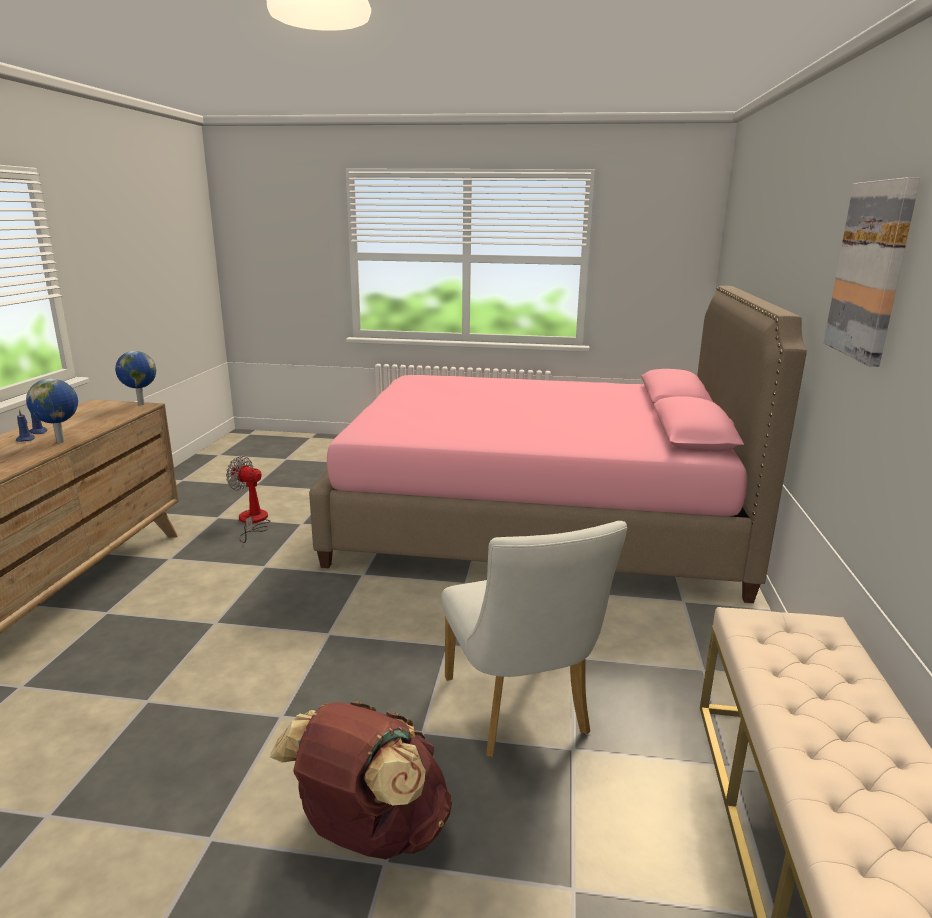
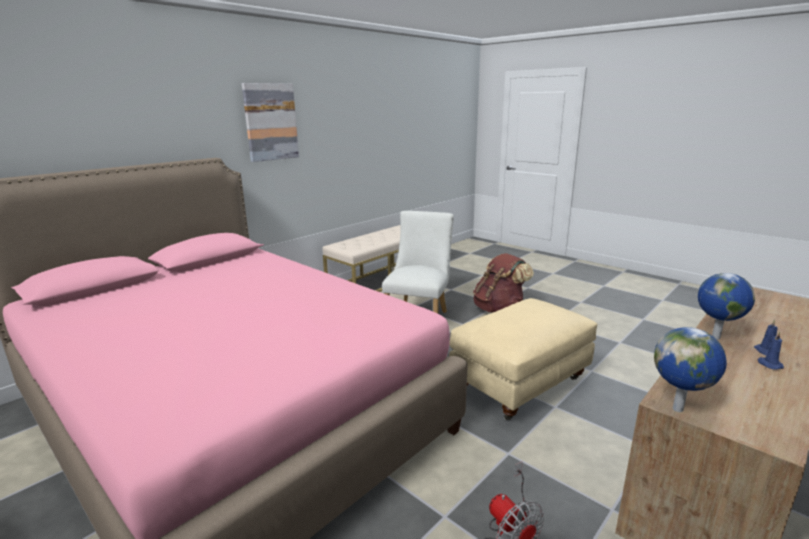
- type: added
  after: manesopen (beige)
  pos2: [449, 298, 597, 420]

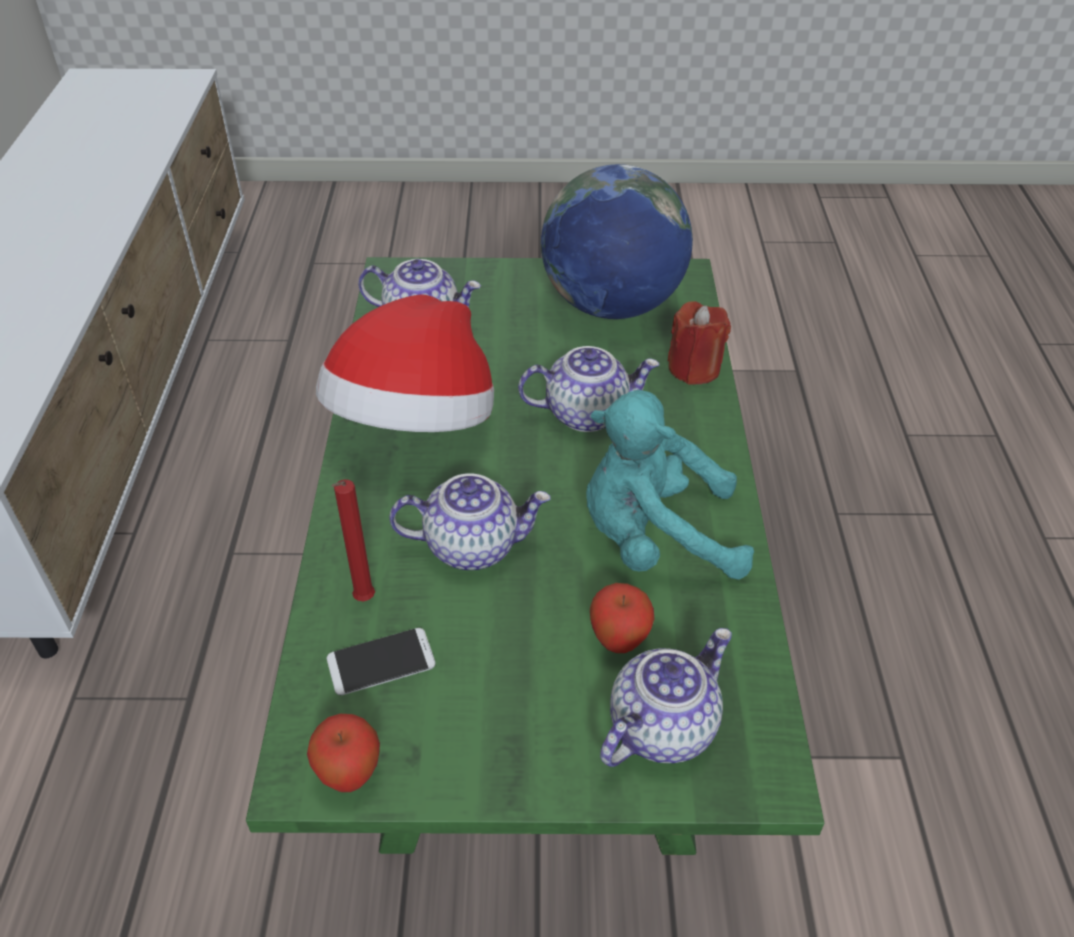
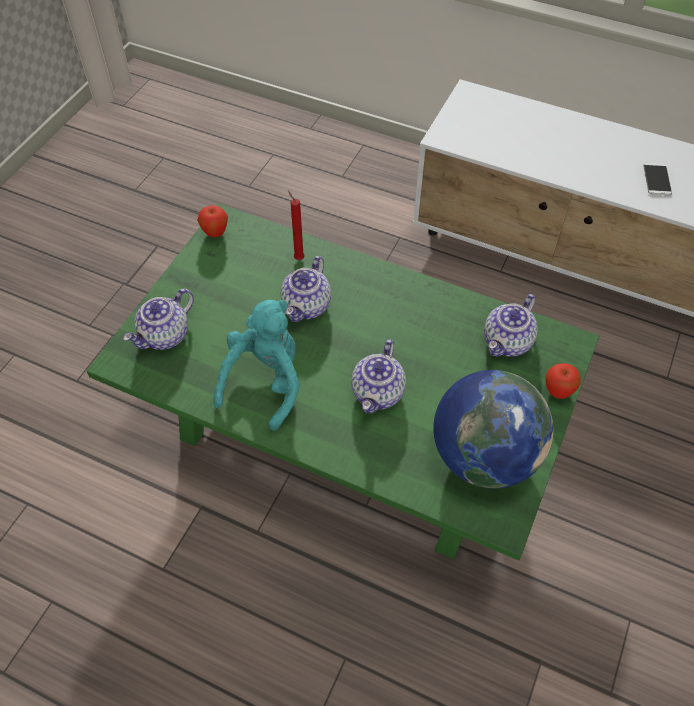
- type: removed
  before: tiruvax
  pos1: [316, 295, 494, 432]
- type: moved
  before: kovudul
  pos1: [327, 628, 436, 695]
  pos2: [643, 163, 672, 195]
- type: moved
  before: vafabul
  pos1: [590, 583, 654, 653]
  pos2: [546, 363, 581, 399]
- type: turned
  before: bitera
  pos1: [600, 628, 732, 767]
  pos2: [123, 289, 194, 350]
  turn: 60
- type: removed
  before: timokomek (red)
  pos1: [668, 301, 731, 385]

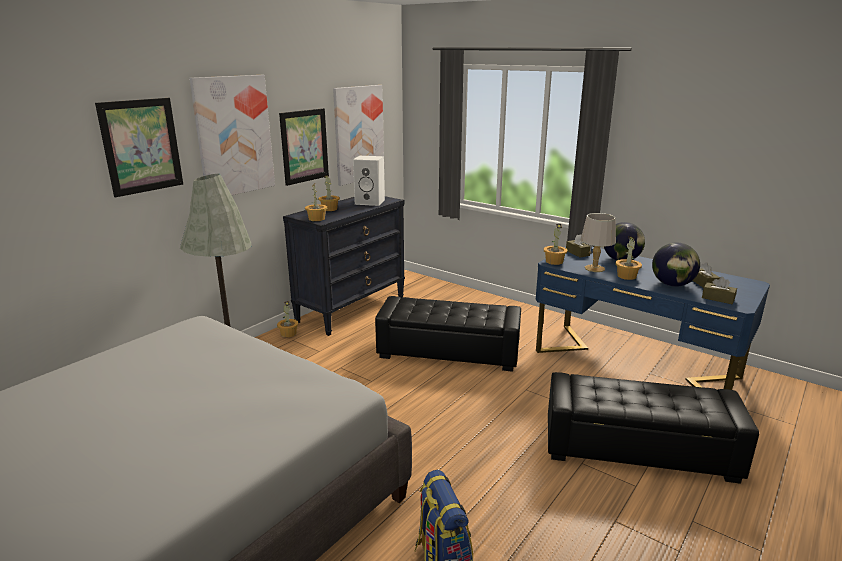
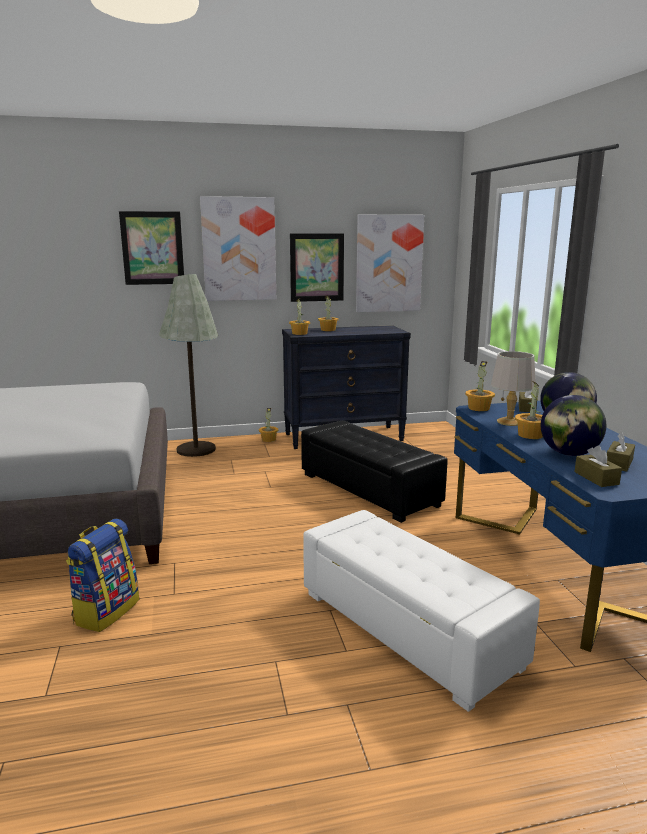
- type: removed
  before: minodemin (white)
  pos1: [353, 156, 385, 206]
- type: recoloured
  before: manesopen (black)
  after: manesopen (white)
  pos1: [548, 372, 759, 484]
  pos2: [303, 510, 540, 712]

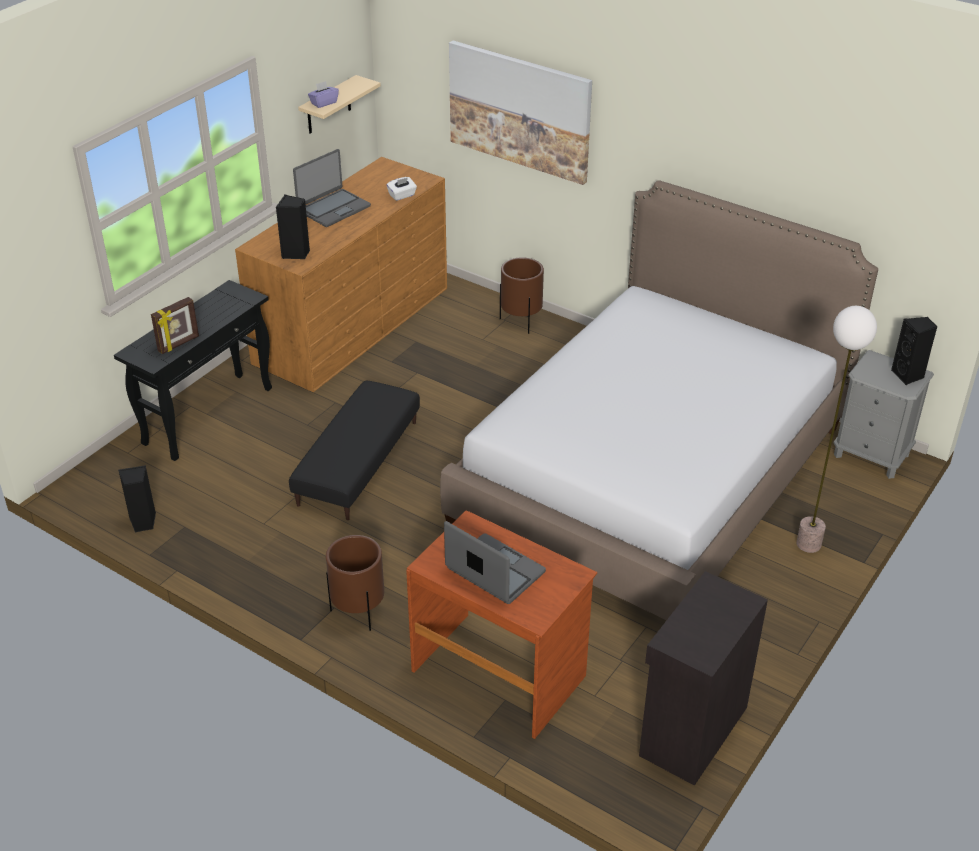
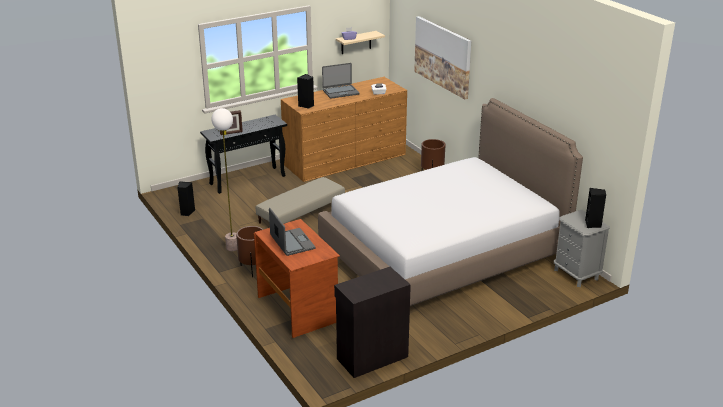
- type: recoloured
  before: manesopen (black)
  after: manesopen (beige)
  pos1: [289, 381, 420, 520]
  pos2: [256, 177, 345, 224]
- type: moved
  before: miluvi
  pos1: [796, 306, 877, 553]
  pos2: [212, 108, 237, 251]

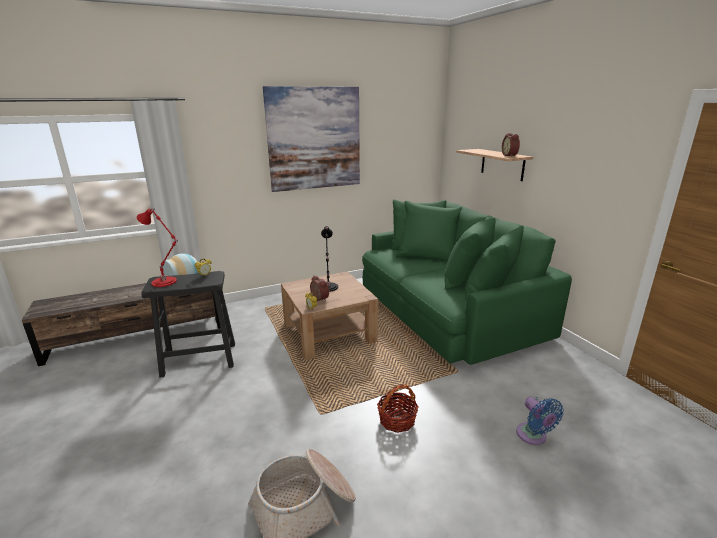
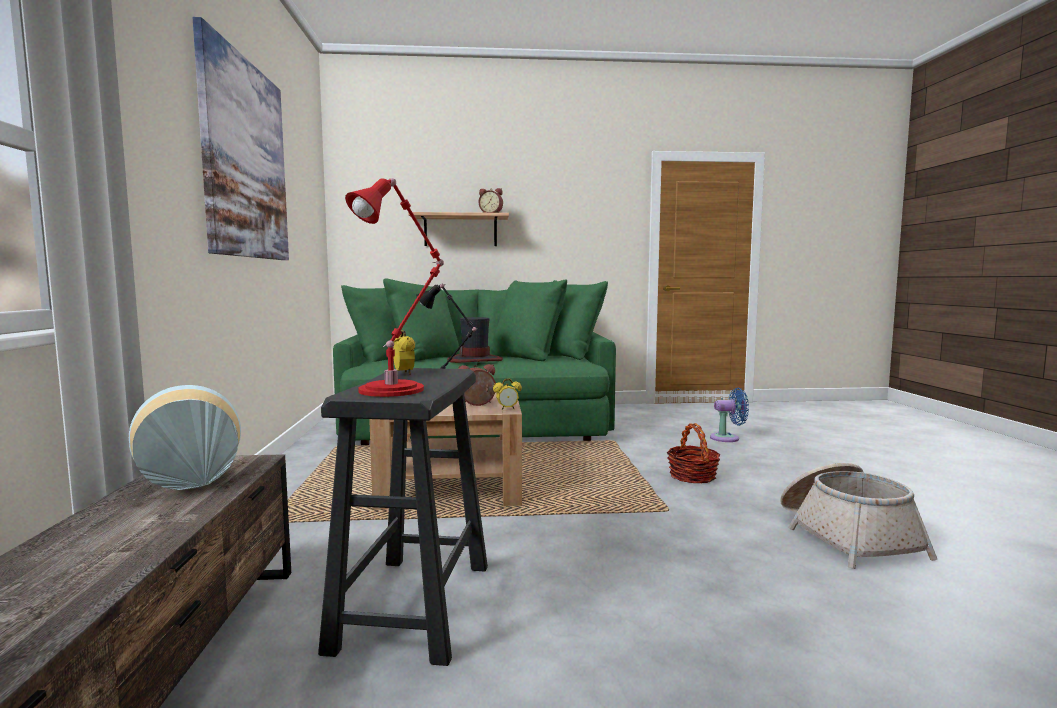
- type: added
  after: tiruvax
  pos2: [447, 317, 503, 363]

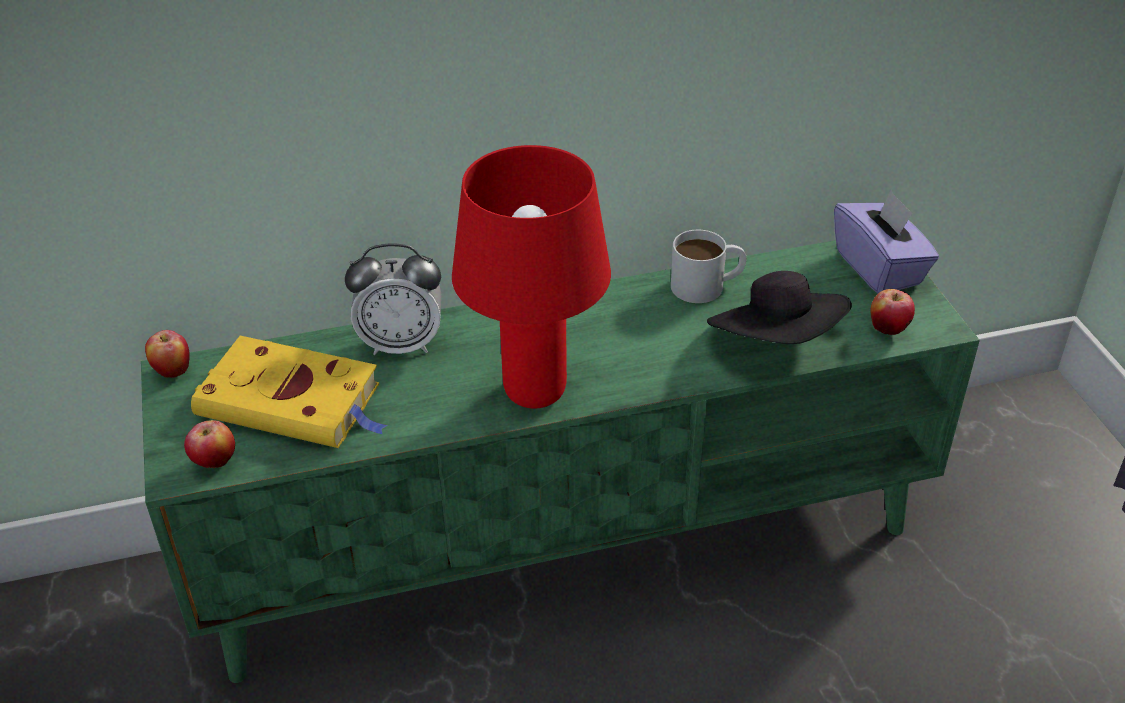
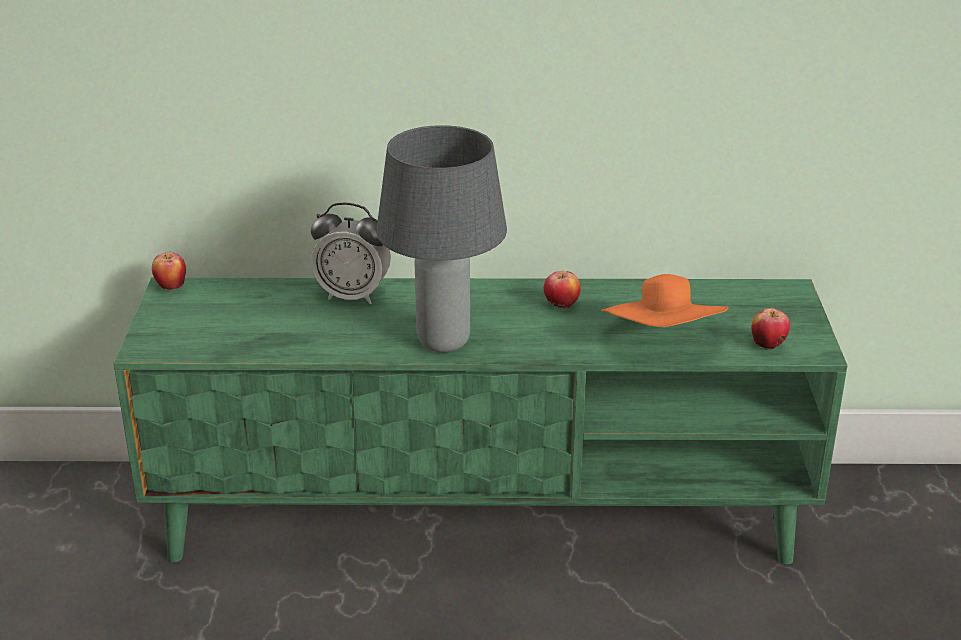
- type: moved
  before: vafabul
  pos1: [184, 420, 235, 468]
  pos2: [543, 271, 581, 308]
- type: removed
  before: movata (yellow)
  pos1: [191, 336, 388, 448]
- type: recoloured
  before: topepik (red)
  after: topepik (grey)
  pos1: [452, 145, 611, 409]
  pos2: [376, 125, 507, 352]
- type: removed
  before: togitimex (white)
  pos1: [671, 230, 746, 303]
- type: recoloured
  before: tiruvax (black)
  after: tiruvax (orange)
  pos1: [707, 271, 852, 344]
  pos2: [602, 274, 728, 327]
- type: removed
  before: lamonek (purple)
  pos1: [834, 190, 939, 294]

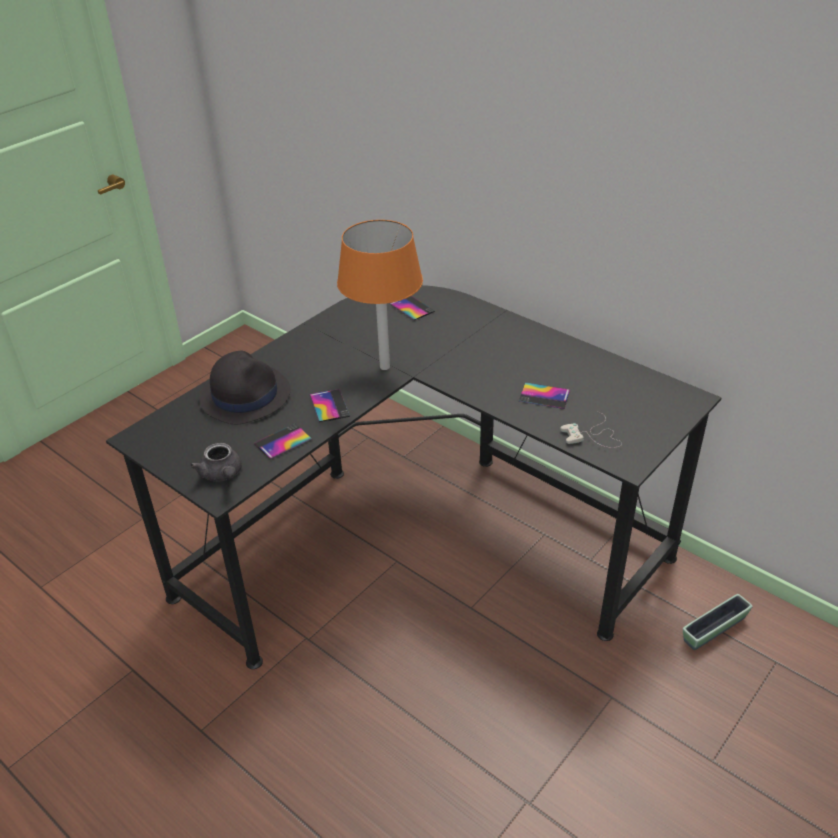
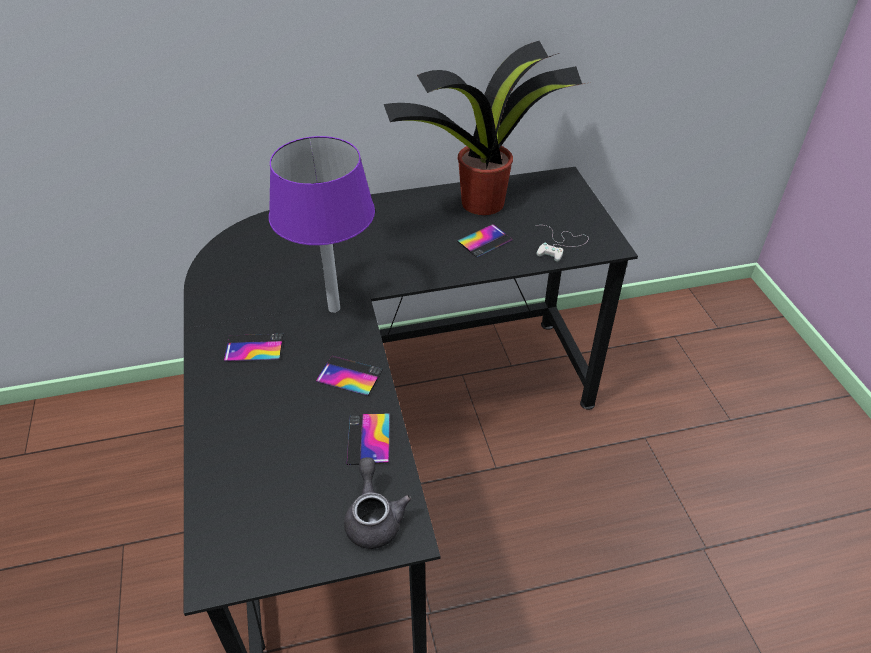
- type: turned
  before: bitera (grey)
  pos1: [190, 443, 242, 482]
  pos2: [344, 457, 411, 549]
  turn: -105
- type: removed
  before: tiruvax (black)
  pos1: [199, 351, 291, 425]
- type: recoloured
  before: topepik (orange)
  after: topepik (purple)
  pos1: [337, 220, 423, 370]
  pos2: [269, 136, 375, 313]
- type: moved
  before: kovudul
  pos1: [389, 296, 435, 320]
  pos2: [224, 334, 283, 361]
- type: removed
  before: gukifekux
  pos1: [683, 594, 753, 650]
- type: added
  after: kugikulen
  pos2: [384, 41, 591, 215]

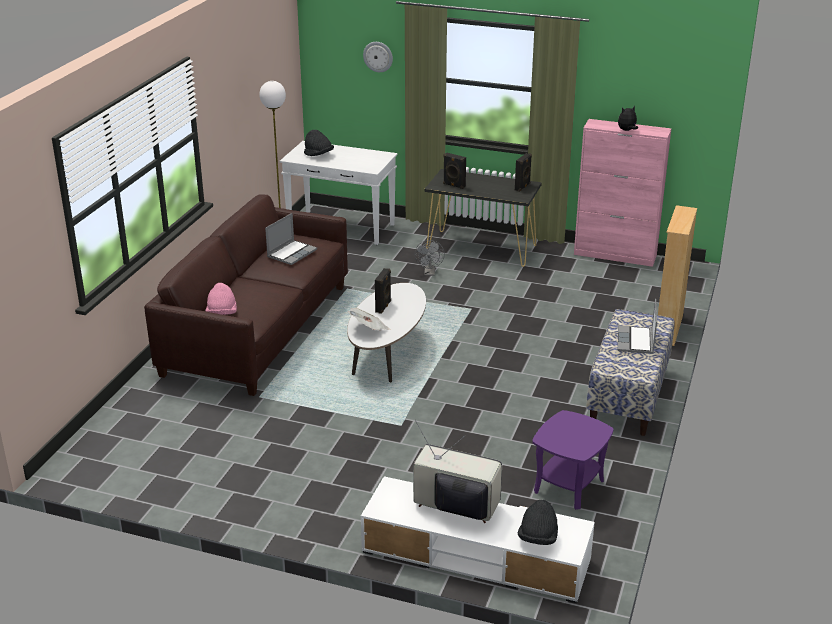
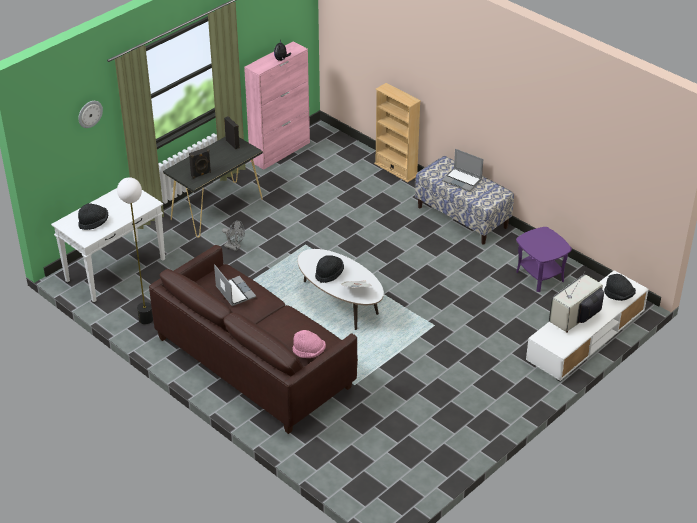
- type: replaced
  before: minodemin (black)
  after: tiruvax (black)
  pos1: [375, 268, 391, 314]
  pos2: [315, 255, 344, 283]

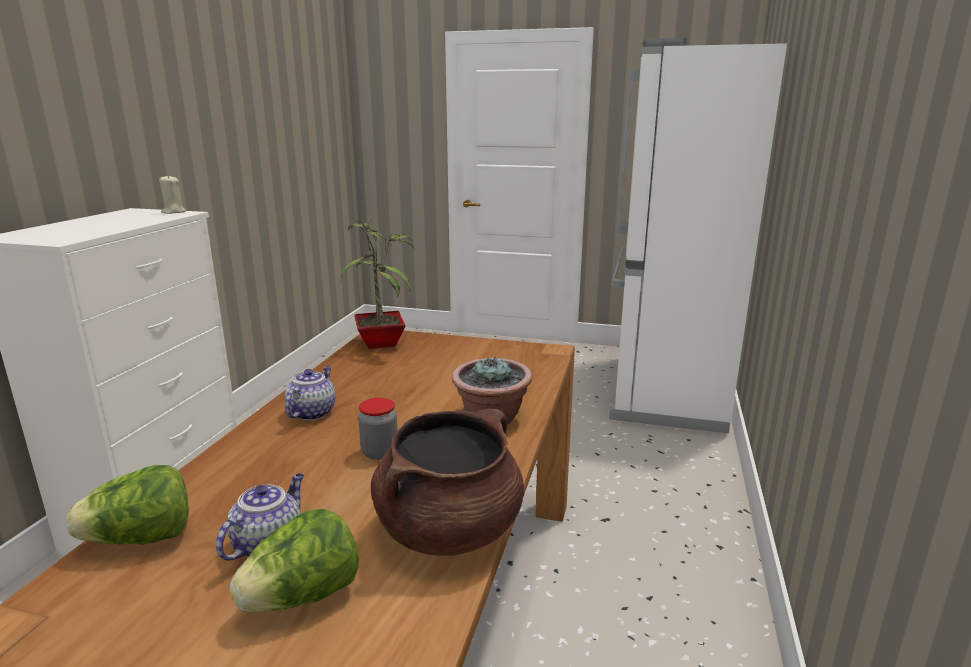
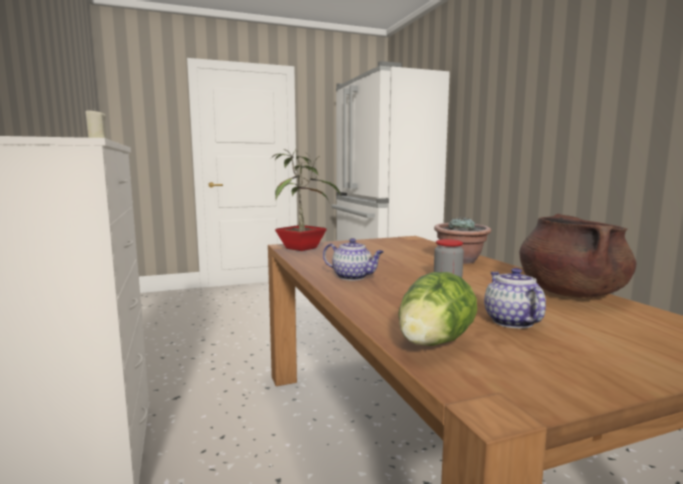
- type: removed
  before: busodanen
  pos1: [229, 509, 359, 612]
- type: turned
  before: bitera
  pos1: [285, 366, 335, 421]
  pos2: [323, 238, 384, 280]
  turn: 135

